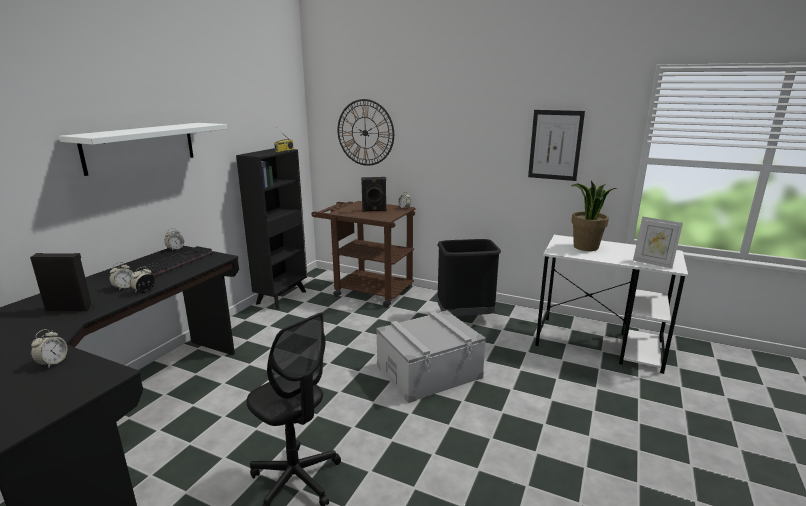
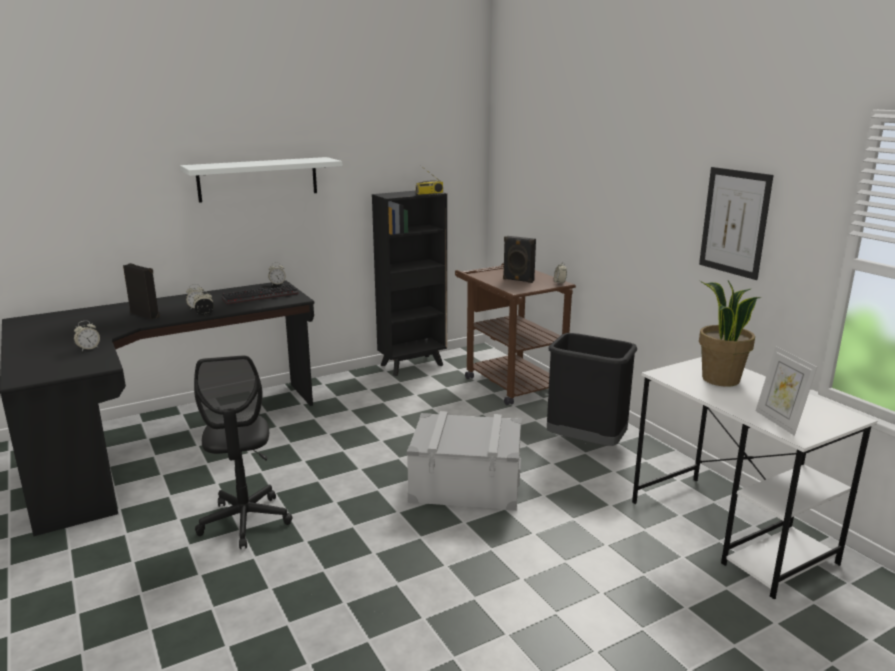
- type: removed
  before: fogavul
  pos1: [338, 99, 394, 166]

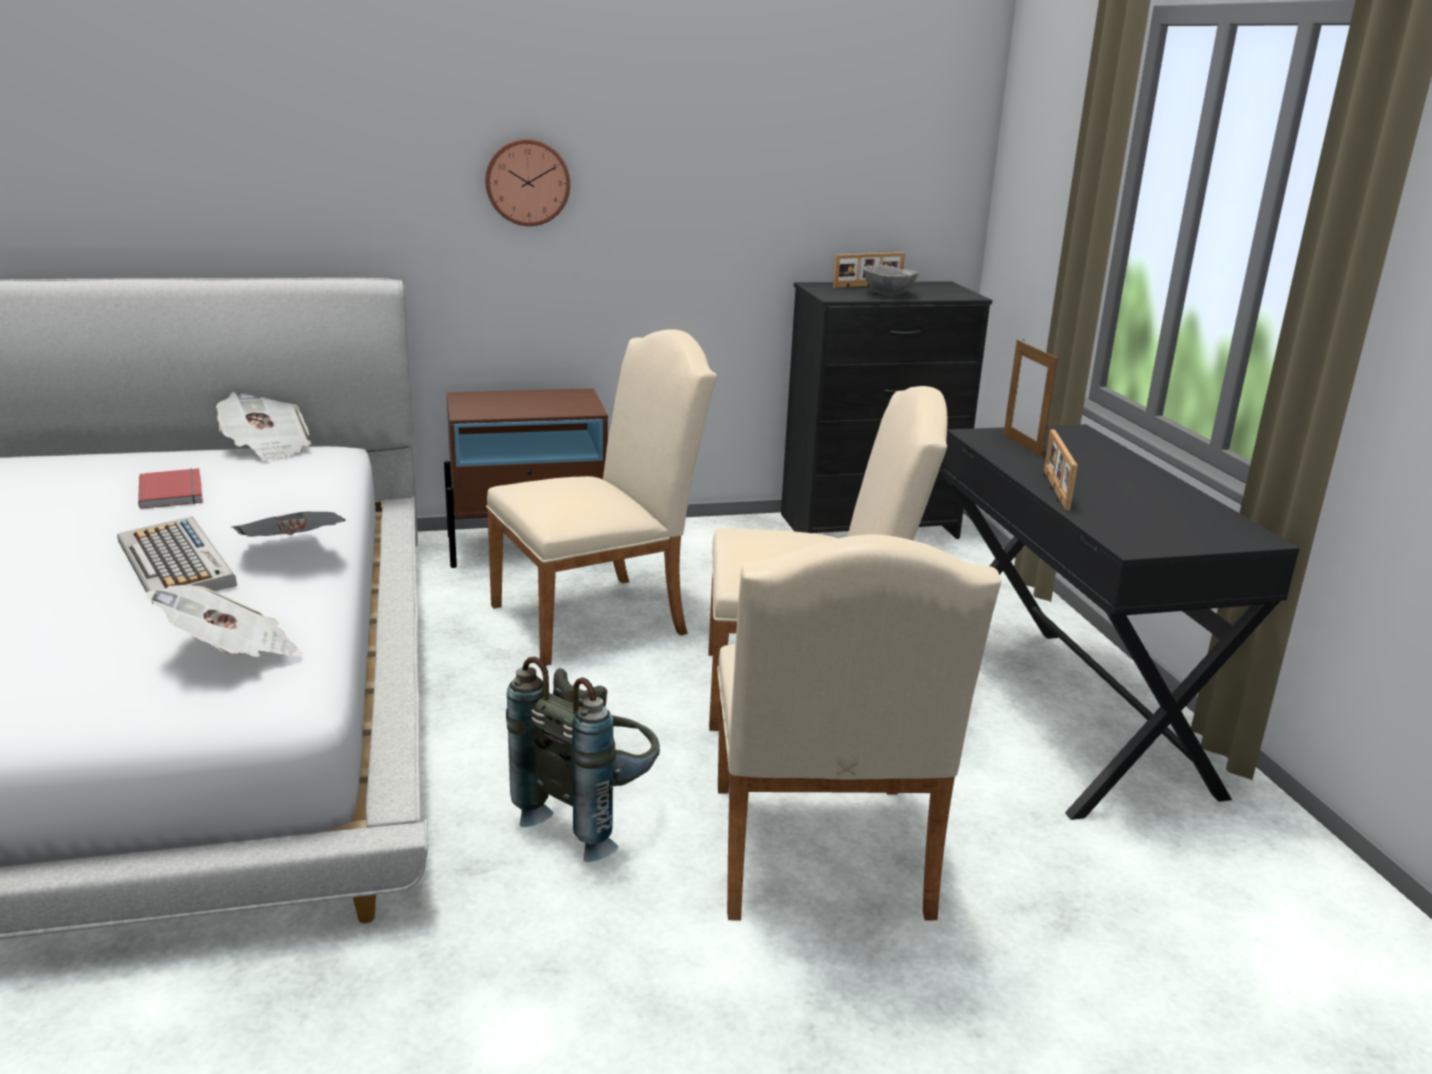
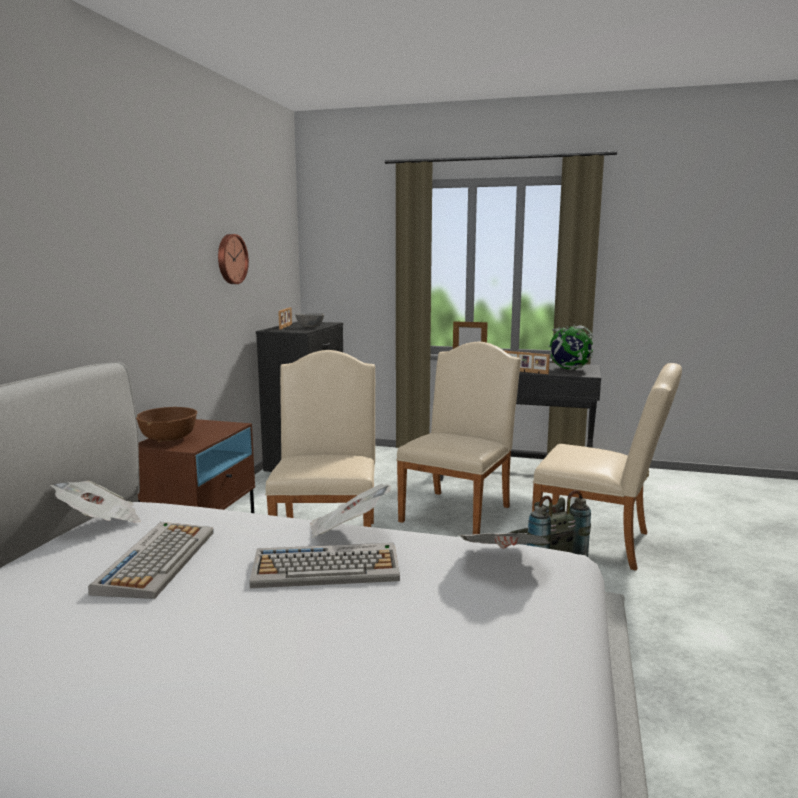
- type: replaced
  before: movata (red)
  after: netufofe
  pos1: [138, 468, 203, 509]
  pos2: [88, 522, 214, 599]
- type: moved
  before: fogavul
  pos1: [485, 139, 570, 226]
  pos2: [218, 234, 249, 284]
- type: added
  after: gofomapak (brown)
  pos2: [136, 407, 197, 442]
- type: added
  after: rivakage
  pos2: [548, 325, 594, 370]

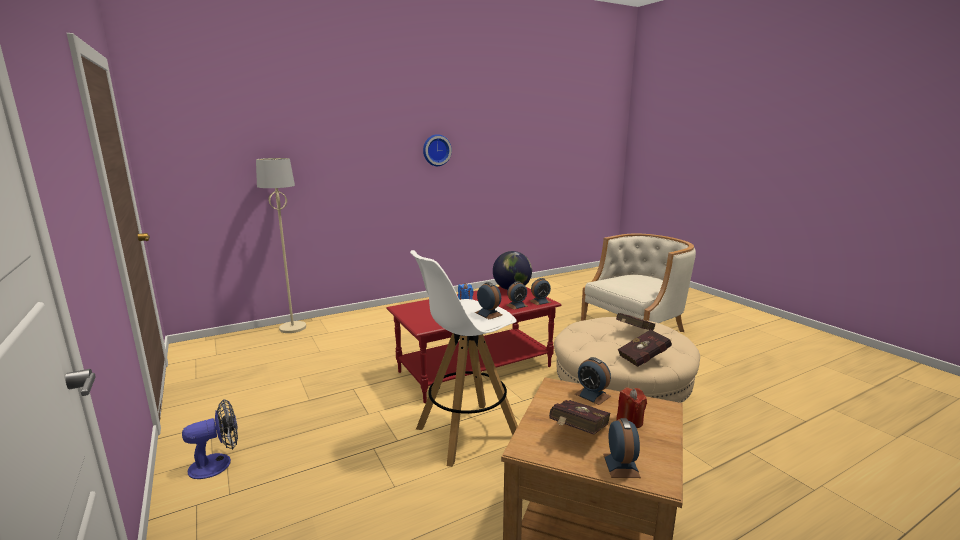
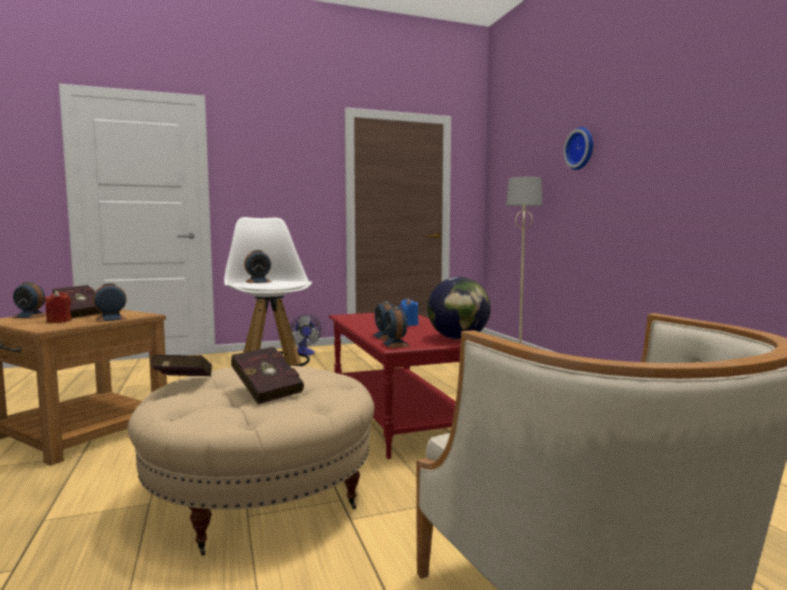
- type: moved
  before: fogavul
  pos1: [423, 134, 452, 166]
  pos2: [563, 127, 593, 170]

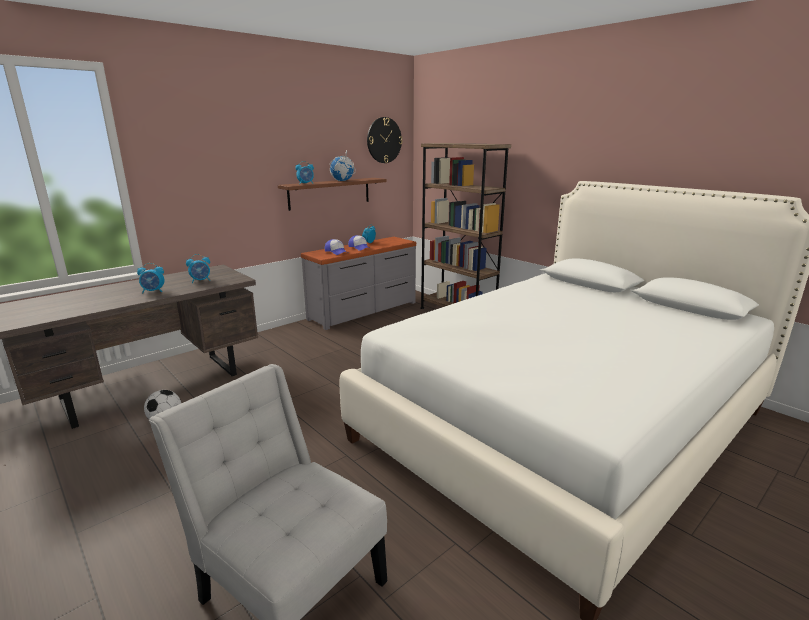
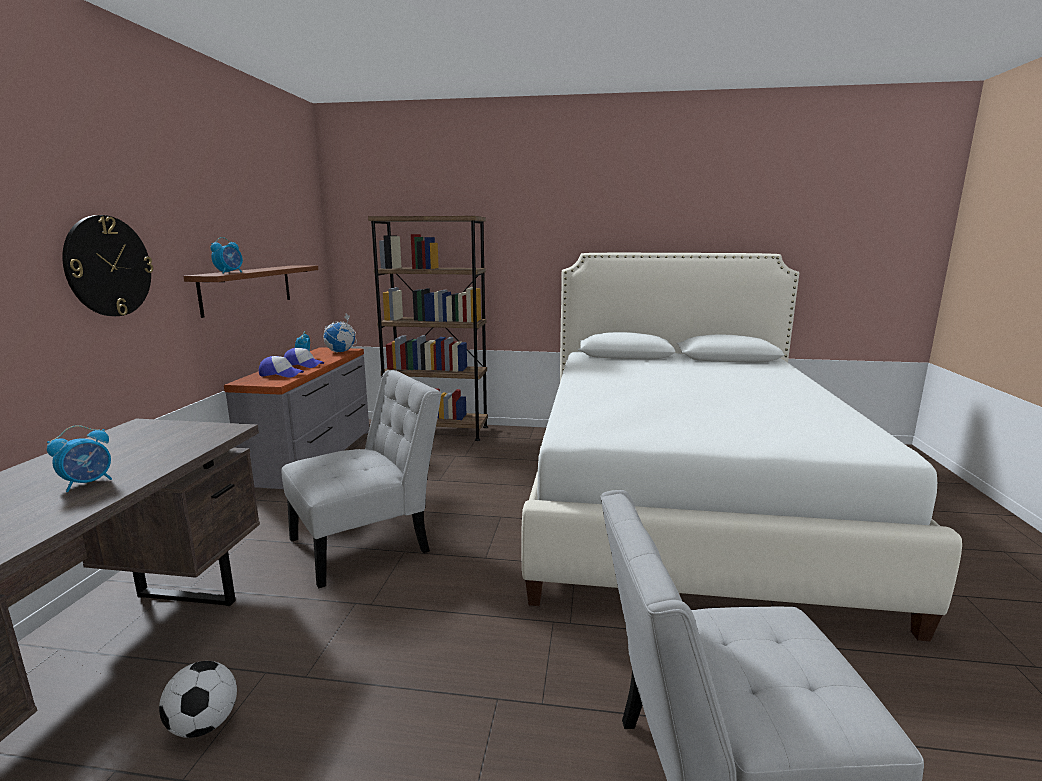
- type: removed
  before: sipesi
  pos1: [186, 254, 210, 283]
- type: moved
  before: rivakage
  pos1: [330, 150, 356, 181]
  pos2: [323, 313, 357, 353]
- type: moved
  before: fogavul
  pos1: [367, 117, 402, 163]
  pos2: [62, 215, 153, 316]
- type: added
  after: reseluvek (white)
  pos2: [282, 370, 442, 588]

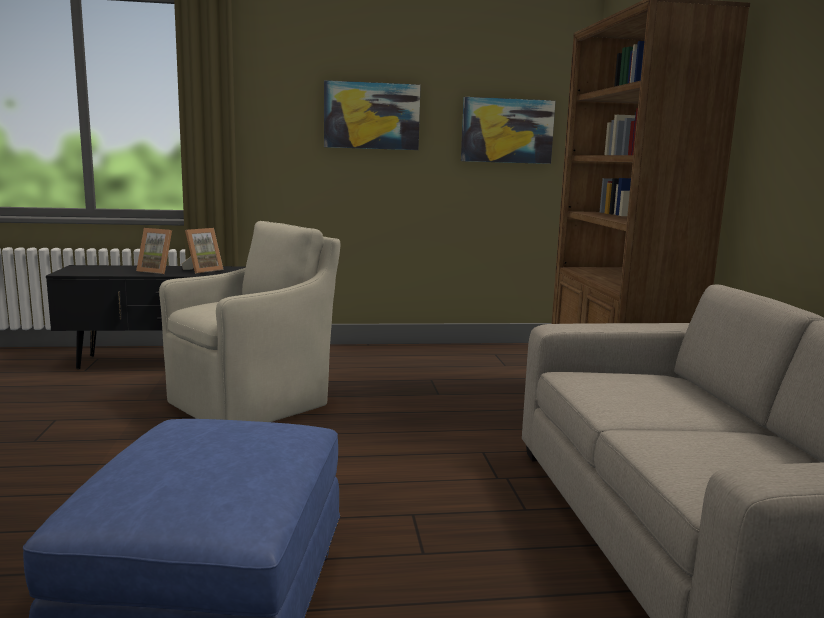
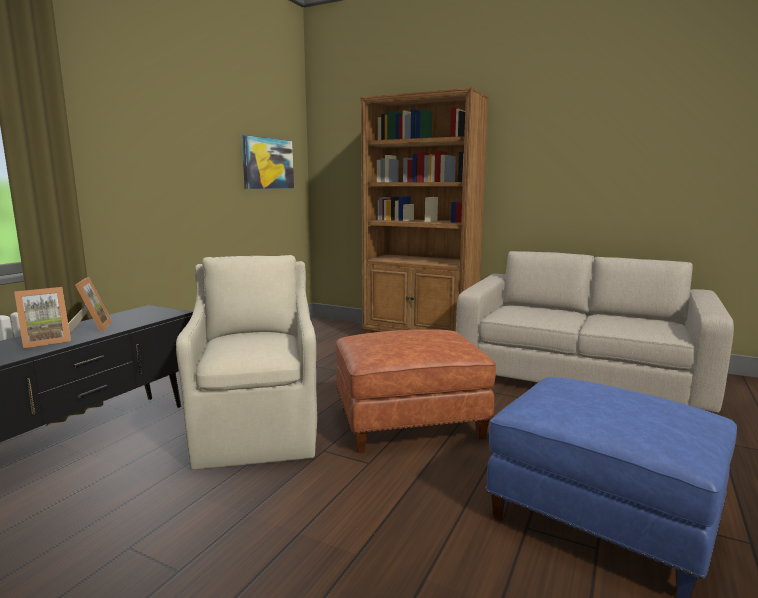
- type: removed
  before: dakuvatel
  pos1: [324, 80, 421, 150]
- type: added
  after: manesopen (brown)
  pos2: [336, 329, 496, 453]

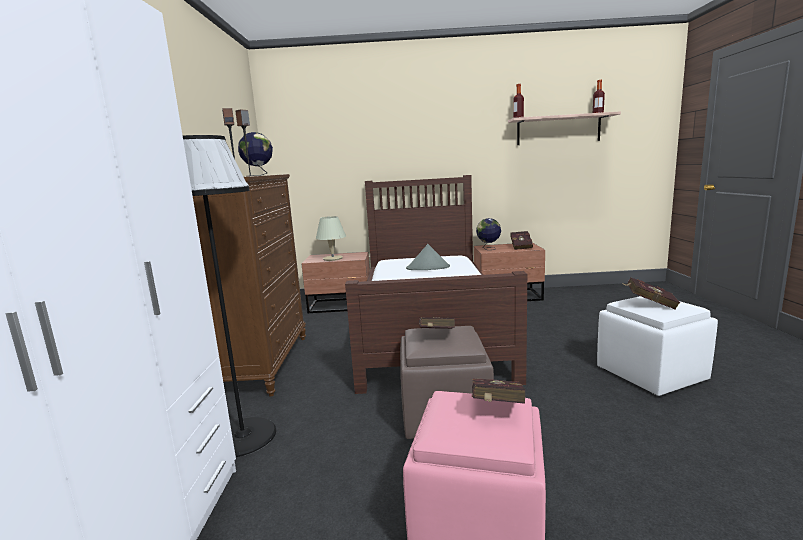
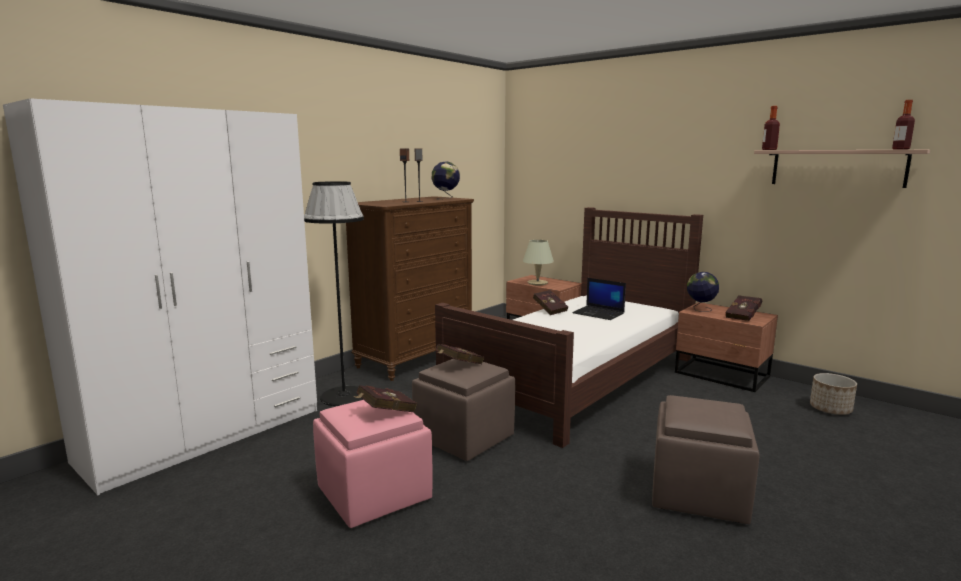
- type: replaced
  before: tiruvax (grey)
  after: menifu
  pos1: [406, 244, 450, 270]
  pos2: [572, 278, 626, 320]
- type: recoloured
  before: manesopen (white)
  after: manesopen (brown)
  pos1: [597, 296, 718, 396]
  pos2: [652, 395, 760, 524]
- type: moved
  before: movata (red)
  pos1: [621, 278, 680, 310]
  pos2: [533, 290, 568, 315]
- type: added
  after: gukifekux
  pos2: [810, 373, 857, 415]

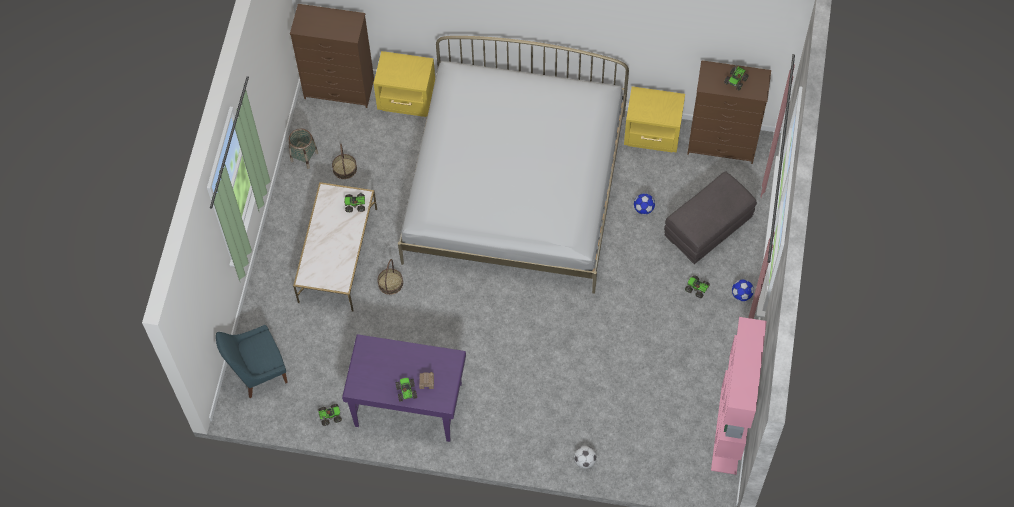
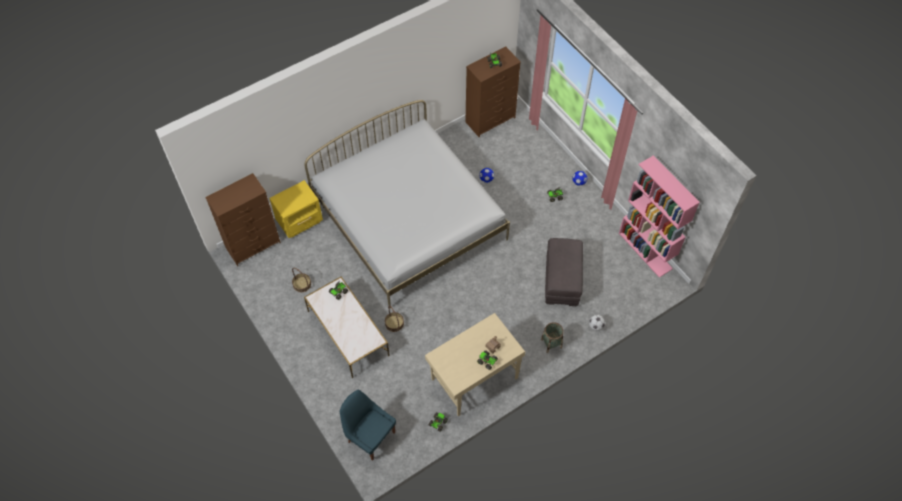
- type: turned
  before: reseluvek (blue)
  pos1: [216, 325, 288, 398]
  pos2: [340, 390, 396, 461]
  turn: 105
- type: moved
  before: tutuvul
  pos1: [289, 128, 318, 169]
  pos2: [541, 322, 563, 353]
- type: recoloured
  before: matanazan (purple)
  after: matanazan (beige)
  pos1: [342, 334, 466, 442]
  pos2: [425, 313, 525, 416]
- type: removed
  before: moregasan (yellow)
  pos1: [624, 86, 685, 152]
- type: moved
  before: manesopen (grey)
  pos1: [664, 171, 757, 264]
  pos2: [545, 238, 583, 306]

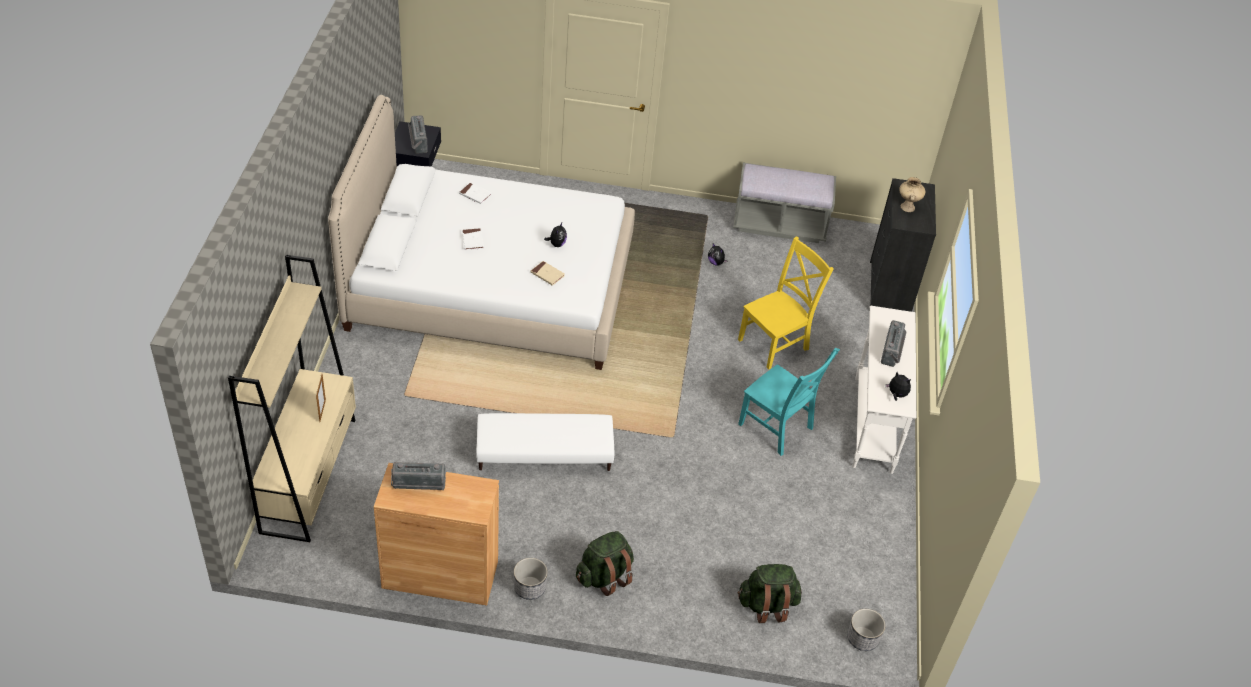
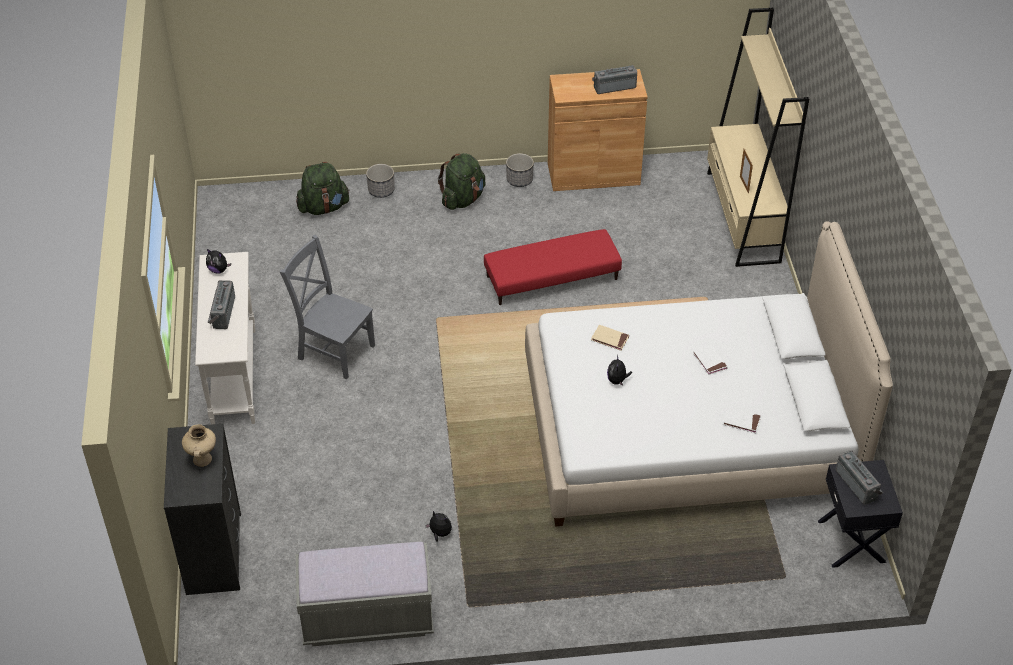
- type: recoloured
  before: manesopen (white)
  after: manesopen (red)
  pos1: [476, 413, 615, 471]
  pos2: [484, 229, 622, 305]
- type: removed
  before: reseluvek (yellow)
  pos1: [738, 236, 834, 370]
- type: recoloured
  before: reseluvek (turquoise)
  after: reseluvek (grey)
  pos1: [738, 347, 840, 456]
  pos2: [280, 235, 375, 379]
- type: moved
  before: gukifekux
  pos1: [847, 609, 885, 651]
  pos2: [366, 164, 395, 198]

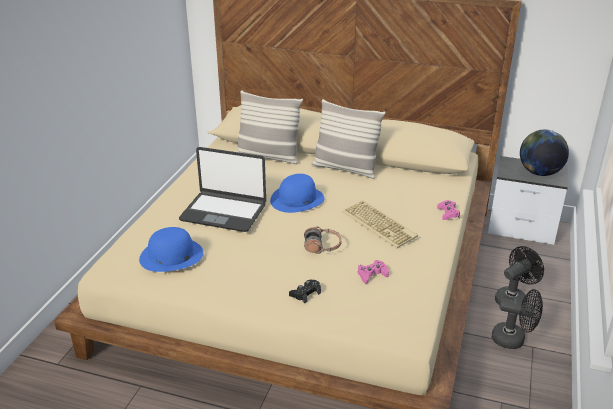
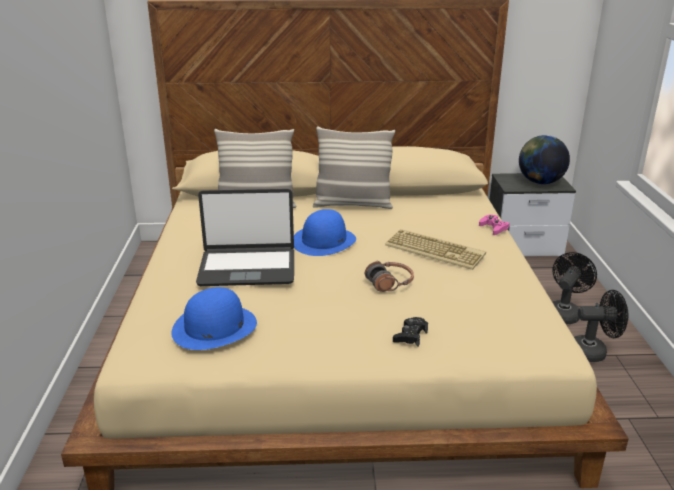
- type: removed
  before: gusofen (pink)
  pos1: [358, 260, 389, 284]

